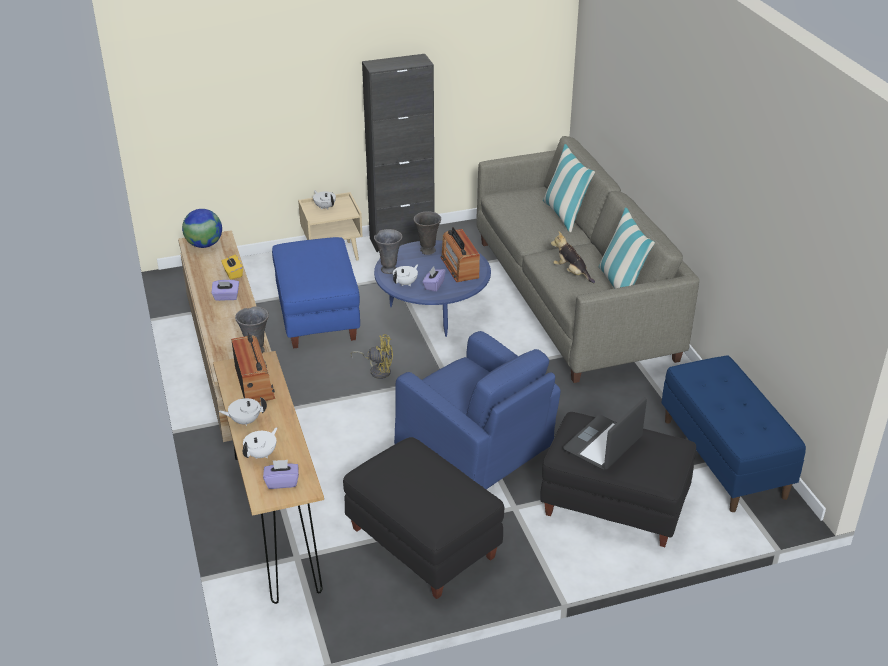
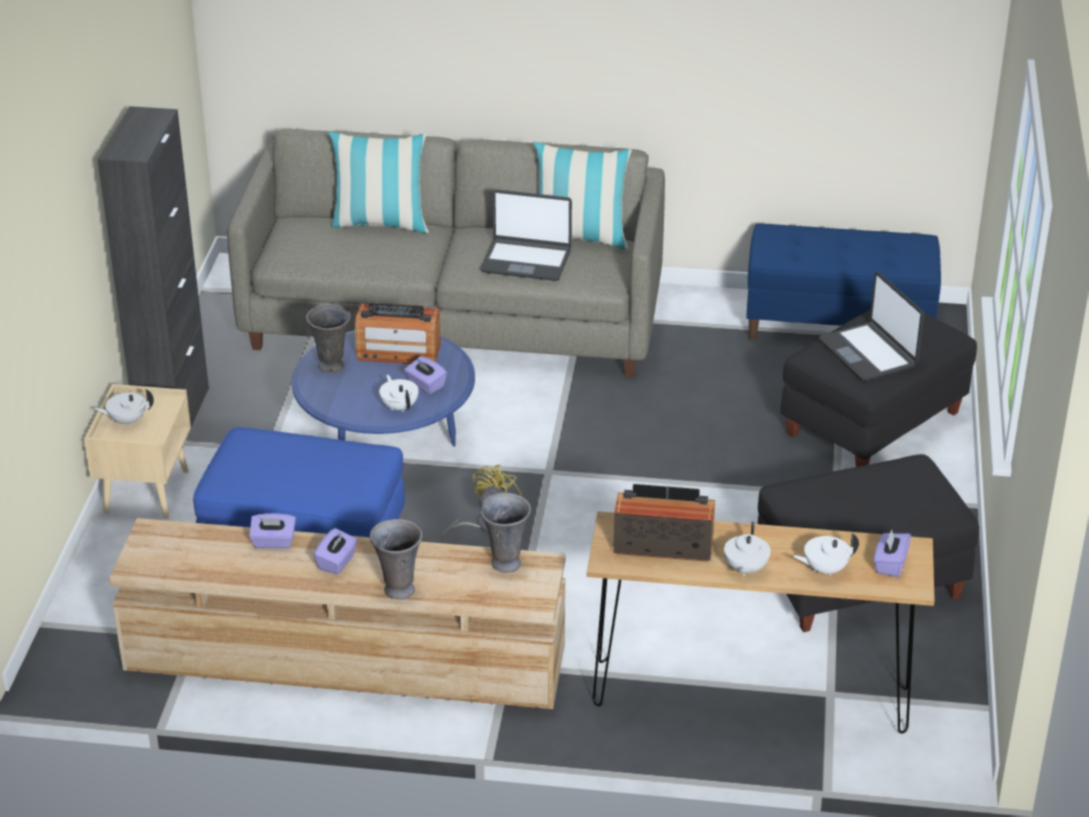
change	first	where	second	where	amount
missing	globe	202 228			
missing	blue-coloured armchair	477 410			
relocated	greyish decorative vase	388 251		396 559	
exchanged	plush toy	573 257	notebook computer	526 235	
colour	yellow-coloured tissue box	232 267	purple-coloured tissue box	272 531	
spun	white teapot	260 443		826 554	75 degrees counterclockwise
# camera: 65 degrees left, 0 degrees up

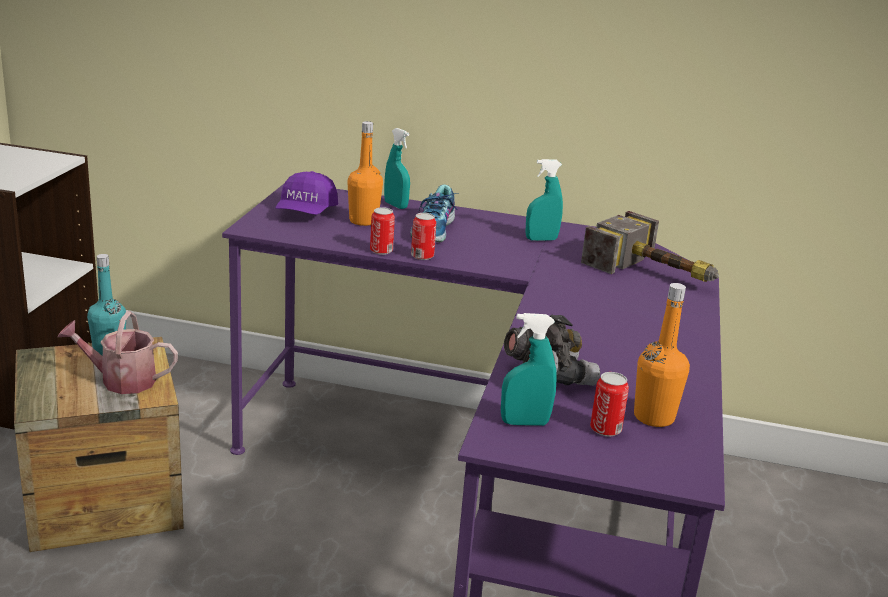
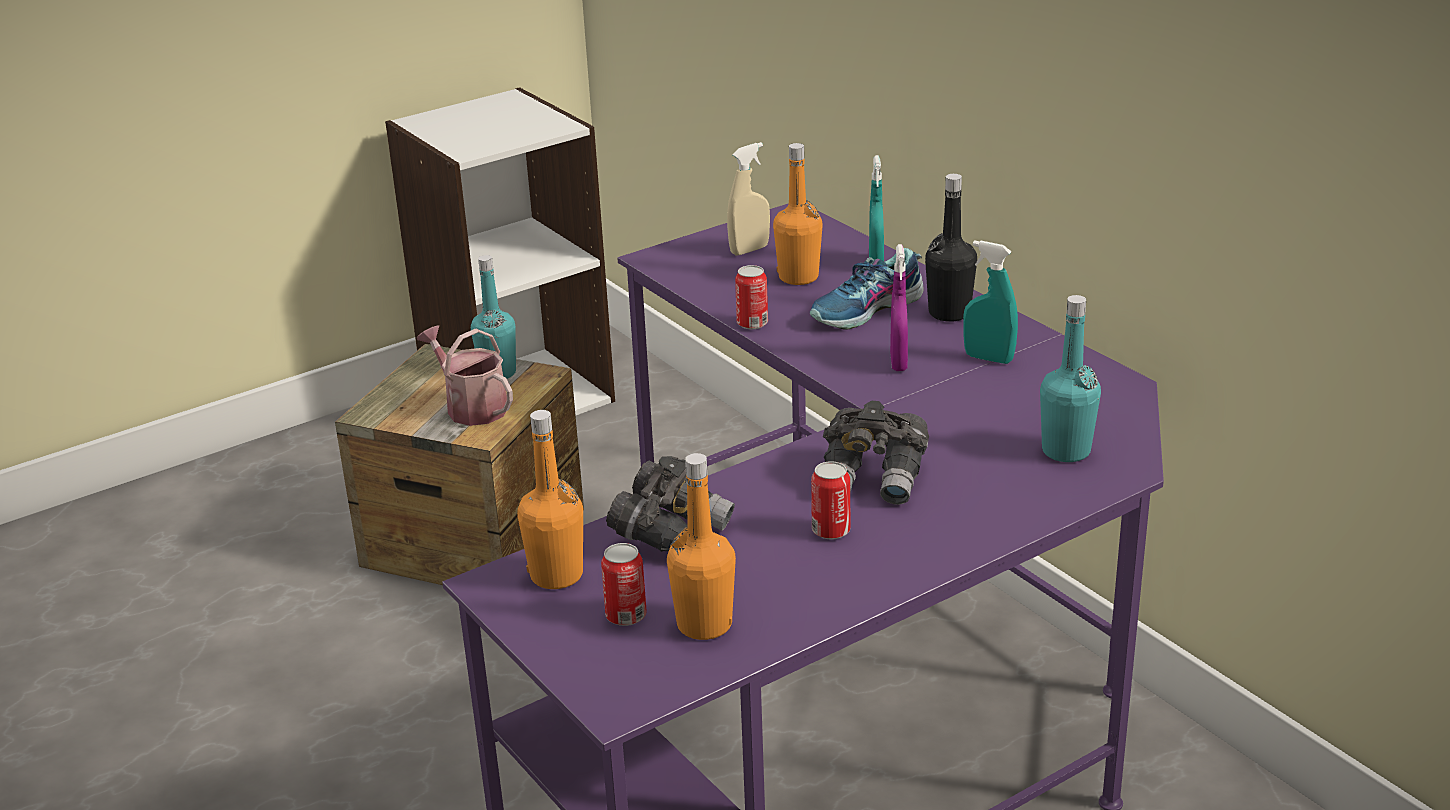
change	first	where	second	where	amount
appeared			greyish field glasses	876 452	
appeared			purple-coloured hand sprayer	899 307	
appeared			black bottle	951 248	
relocated	metal can	423 236		831 500	
exchanged	purple-coloured peaked cap	306 193	sand-coloured hand sprayer	748 198	
exchanged	turquoise-coloured hand sprayer	529 369	orange-coloured bottle	550 499	
exchanged	tool hammer	650 246	turquoise-coloured bottle	1070 378	
# camera: 45 degrees right, 5 degrees up

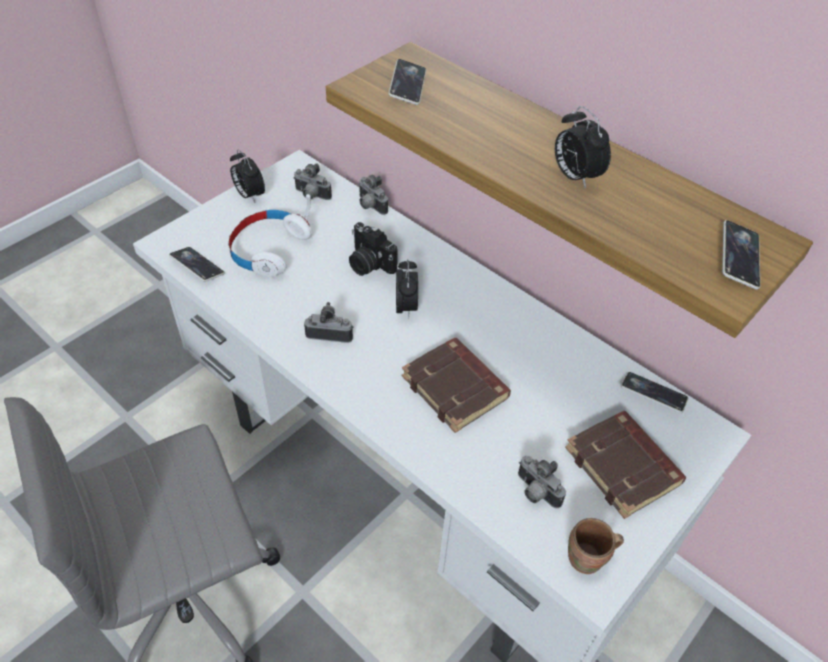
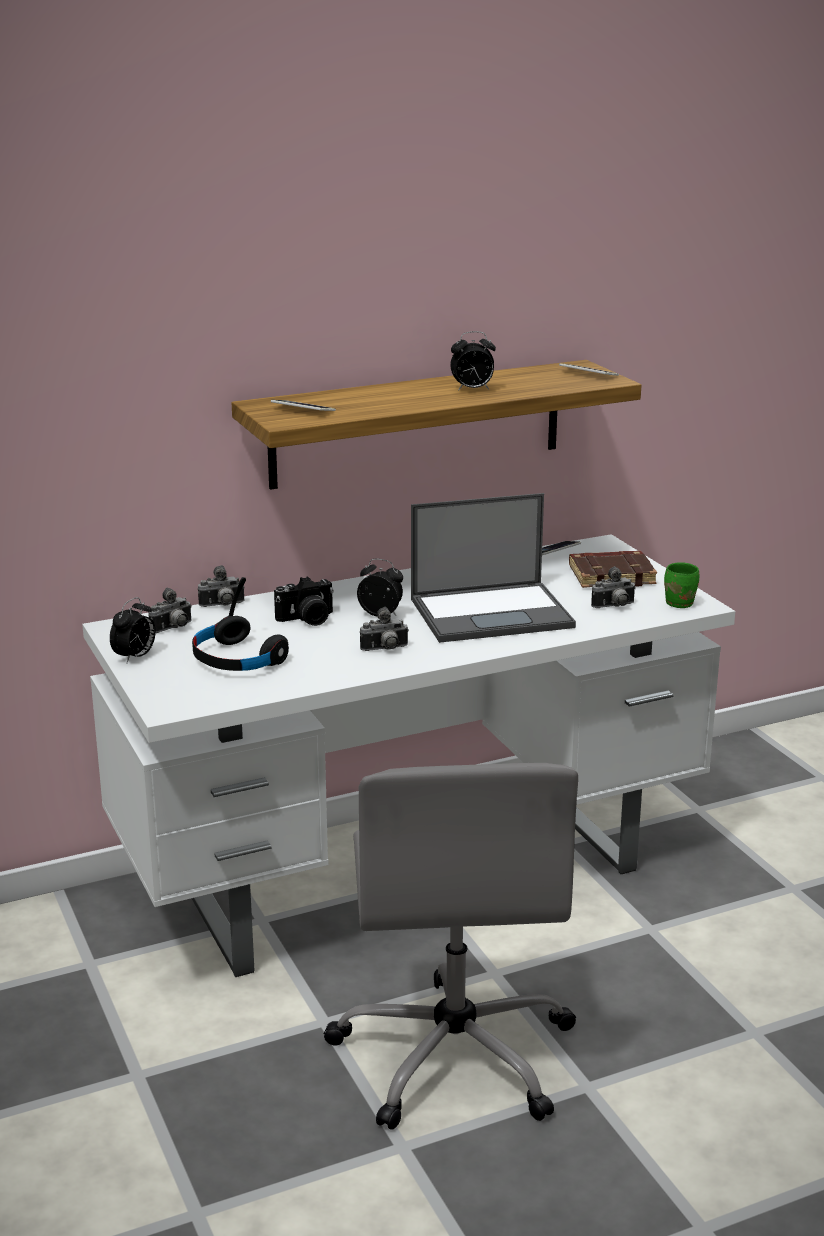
change	first	where	second	where	amount
missing	telephone	197 264			
exchanged	brownish bound book	456 385	notebook computer	493 568	
colour	white pair of headphones	270 235	black pair of headphones	240 624	
colour	brownish tea mug	596 546	green-coloured tea mug	681 585	
spun	alarm clock	247 176		133 630	45 degrees counterclockwise
spun	still camera	328 322		384 629	135 degrees counterclockwise
# camera: 65 degrees left, 25 degrees down

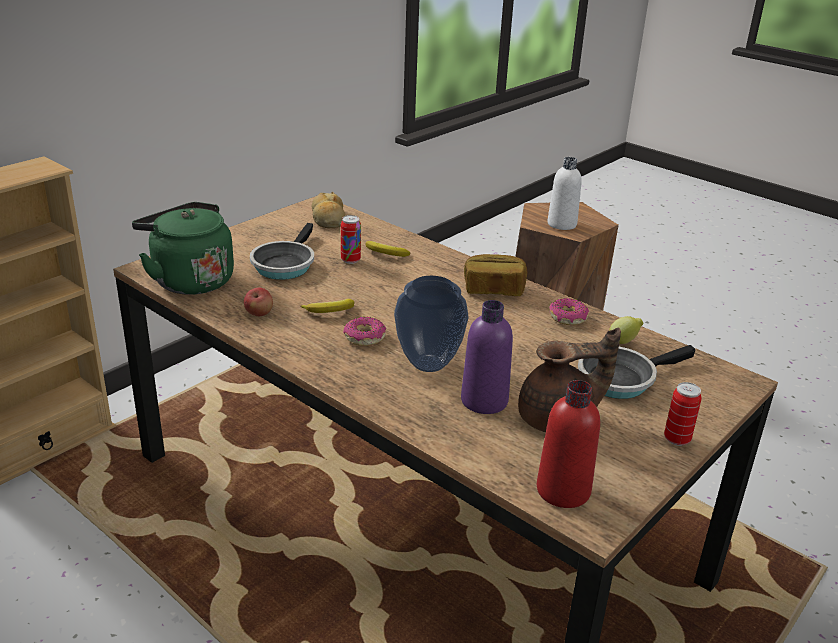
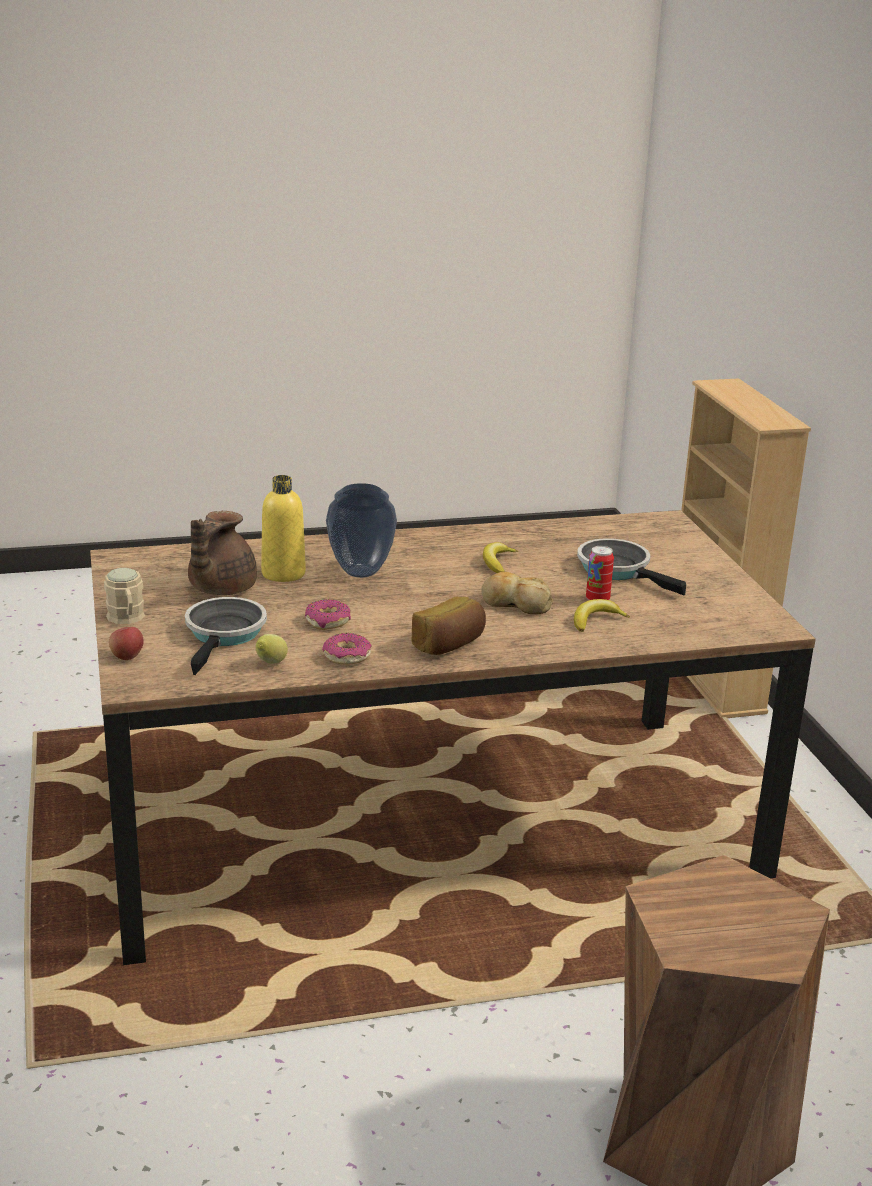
change	first	where	second	where	amount
missing	green-coloured tea kettle	183 248			
missing	reddish bottle	568 444			
missing	white bottle	564 193			
relocated	whole apple	258 302		126 643	
relocated	bread	329 210		517 593	
relocated	doughnut	364 331		328 614	
exchanged	metal can	683 414	sand-coloured tea mug	124 596	
colour	purple-coloured bottle	487 357	yellow-coloured bottle	283 528	
# camera: 125 degrees right, 5 degrees down

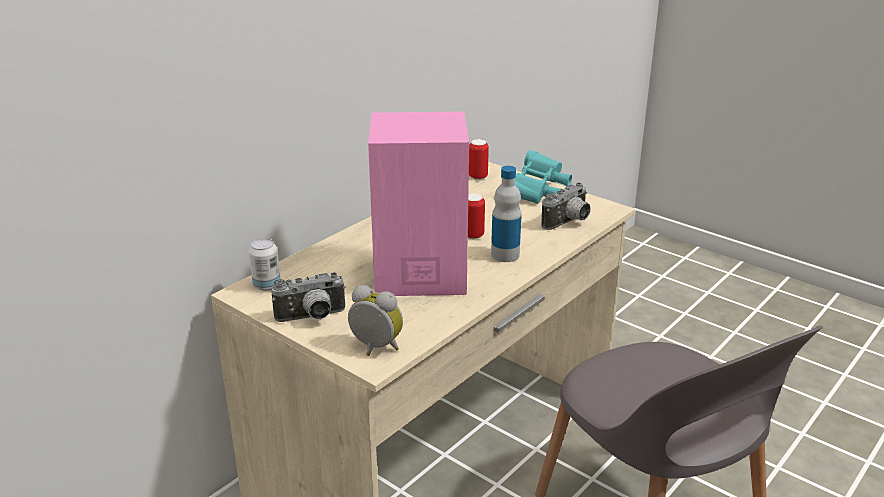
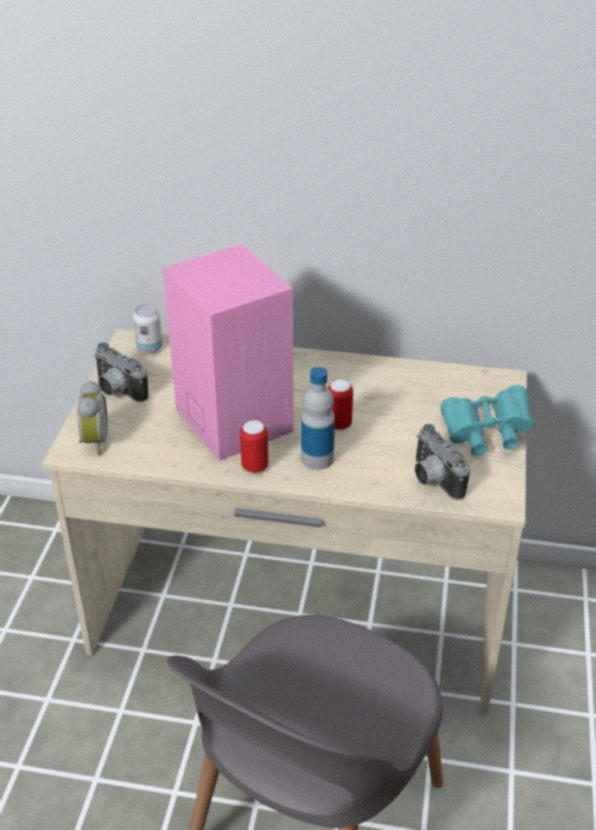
change	first	where	second	where	amount
relocated	metal can	479 159		254 446	
spun	still camera	566 206		442 462	45 degrees clockwise
# camera: 60 degrees right, 10 degrees up

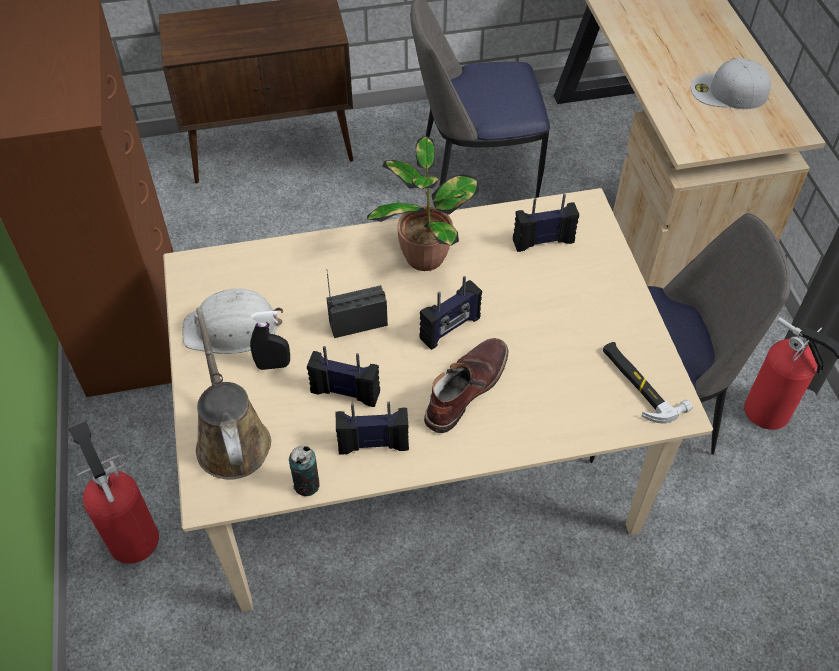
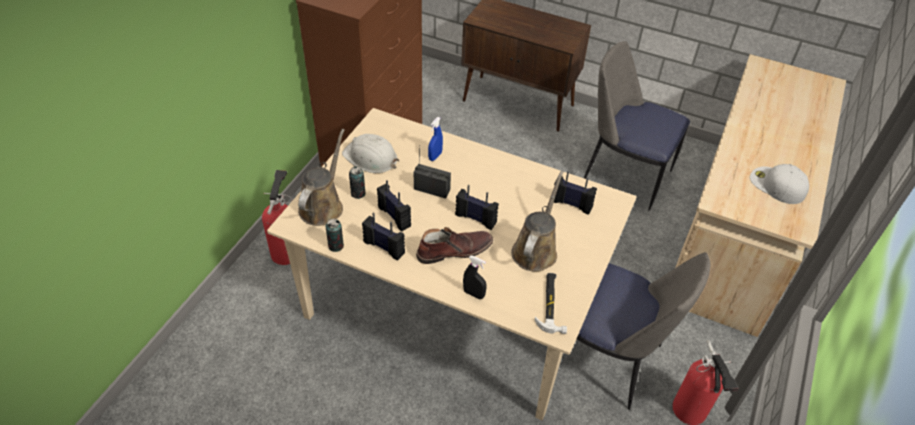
change	first	where	second	where	amount
missing	plant in a pot	423 203			
appeared			metal can	357 182	
appeared			blue-coloured hand sprayer	435 139	
appeared			brownish sprinkling can	537 221	
relocated	black hand sprayer	270 340		475 277	
spun	radio set	451 313		477 207	150 degrees counterclockwise
# camera: 35 degrees right, 5 degrees down

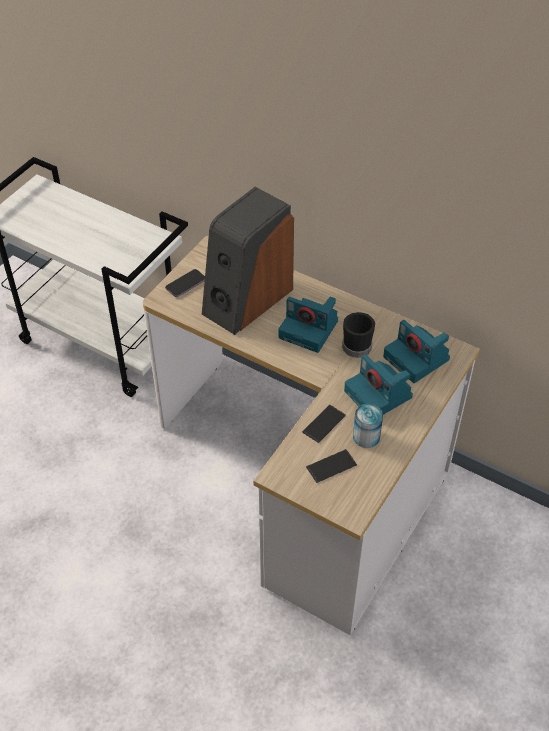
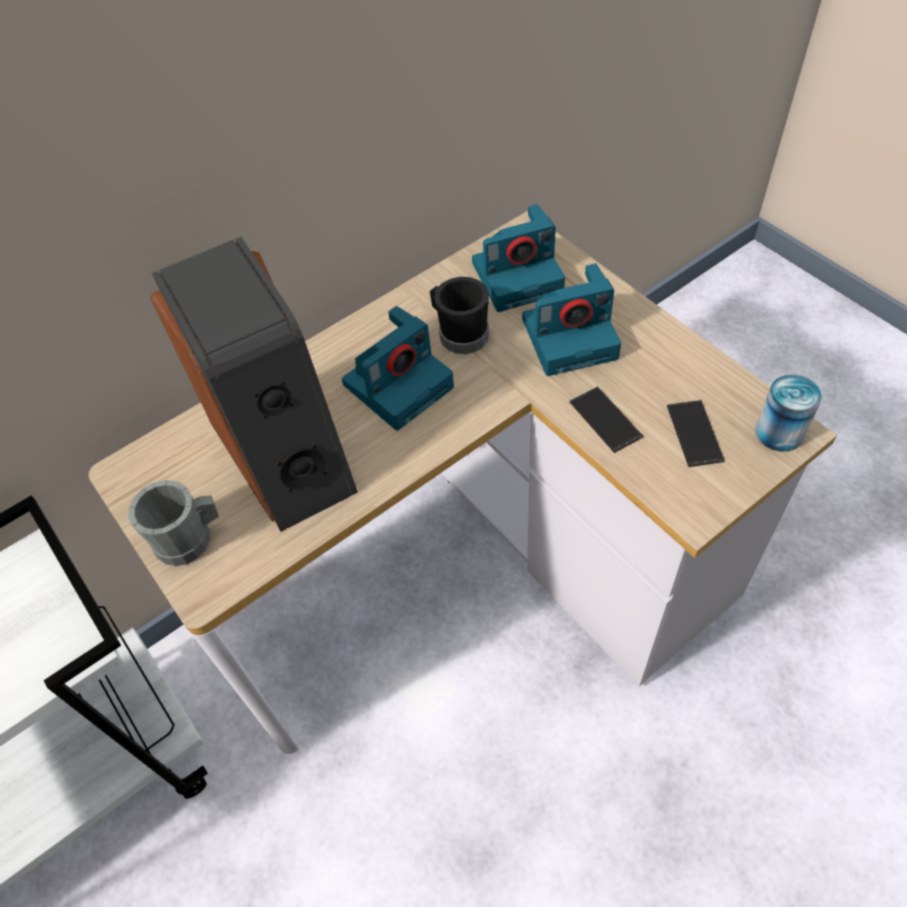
change	first	where	second	where	amount
relocated	metal can	368 426		788 413	
exchanged	telephone	185 283	greyish tea mug	173 523	
# camera: 65 degrees left, 5 degrees up

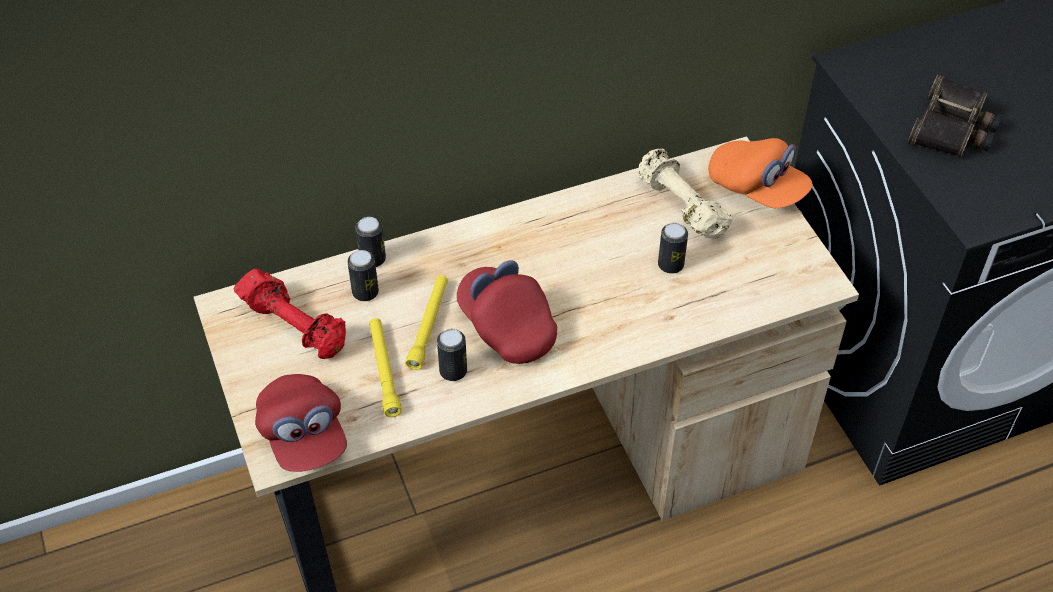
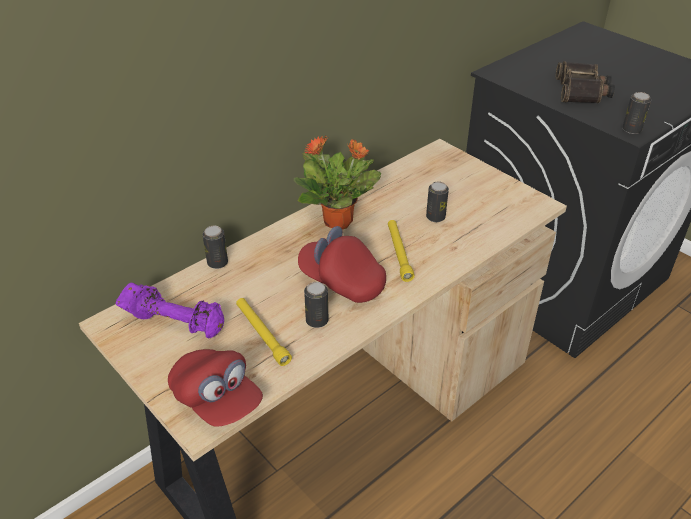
change	first	where	second	where	amount
missing	sand-coloured free weight	685 194			
missing	orange-coloured peaked cap	760 173			
appeared			plant in a pot	337 182	
relocated	metal can	363 275		636 113	
relocated	yellow-coloured flashlight	426 322		401 251	
colour	reddish free weight	290 314	purple-coloured free weight	170 310	
# camera: 20 degrees left, 10 degrees down

